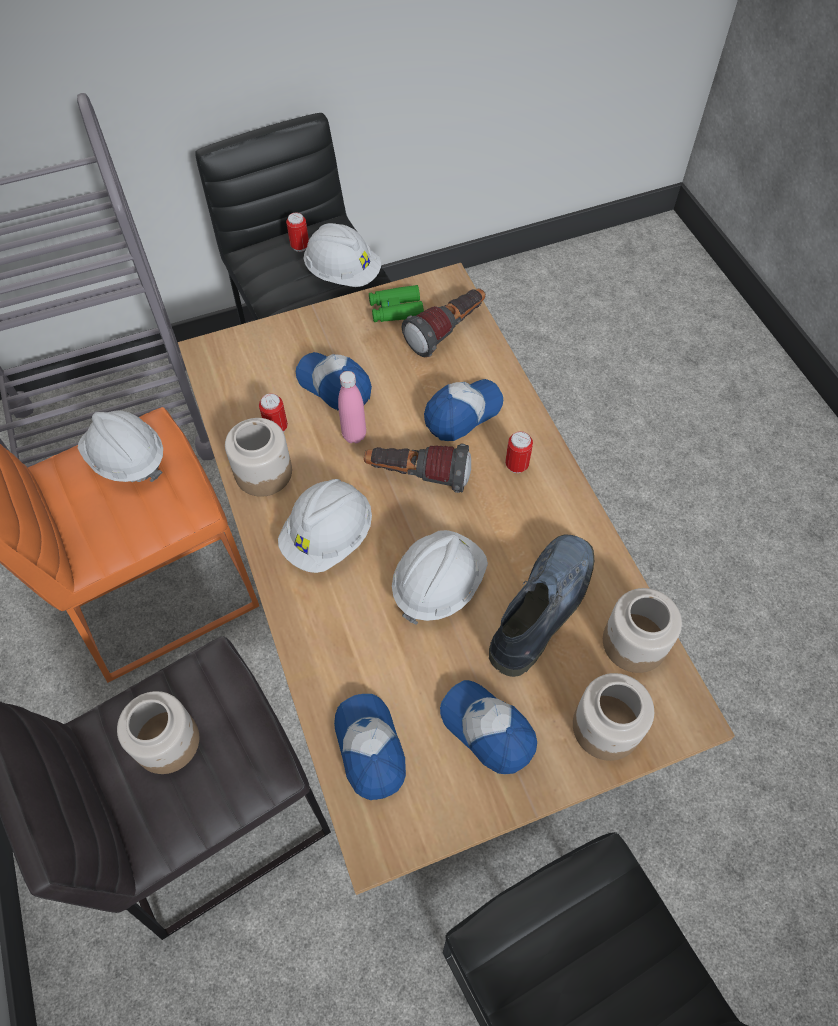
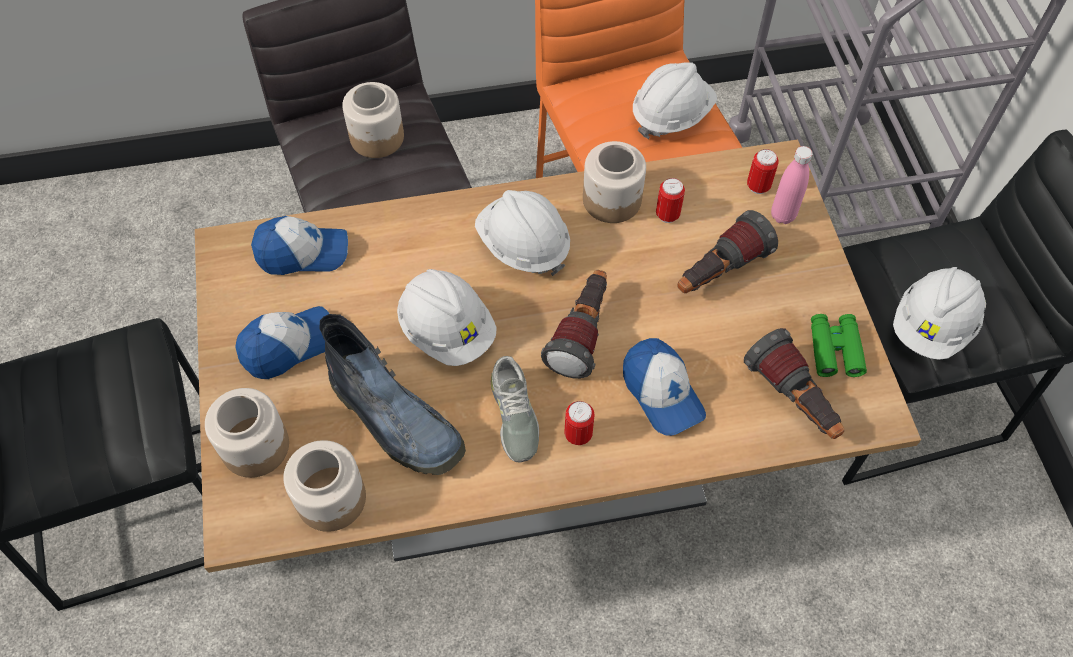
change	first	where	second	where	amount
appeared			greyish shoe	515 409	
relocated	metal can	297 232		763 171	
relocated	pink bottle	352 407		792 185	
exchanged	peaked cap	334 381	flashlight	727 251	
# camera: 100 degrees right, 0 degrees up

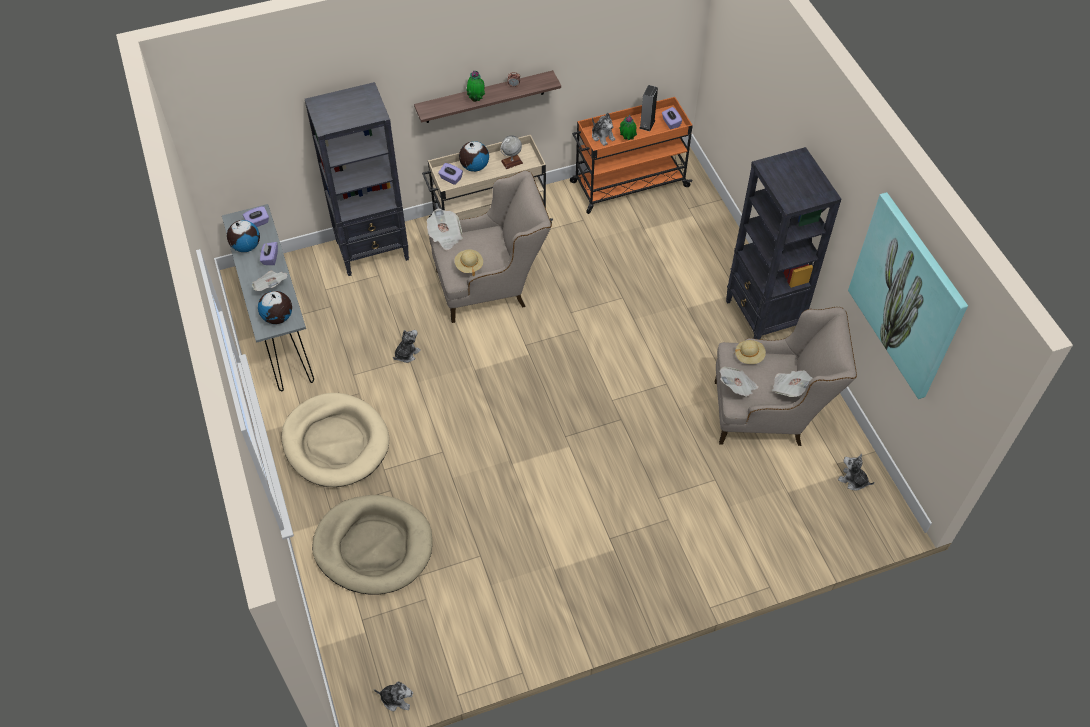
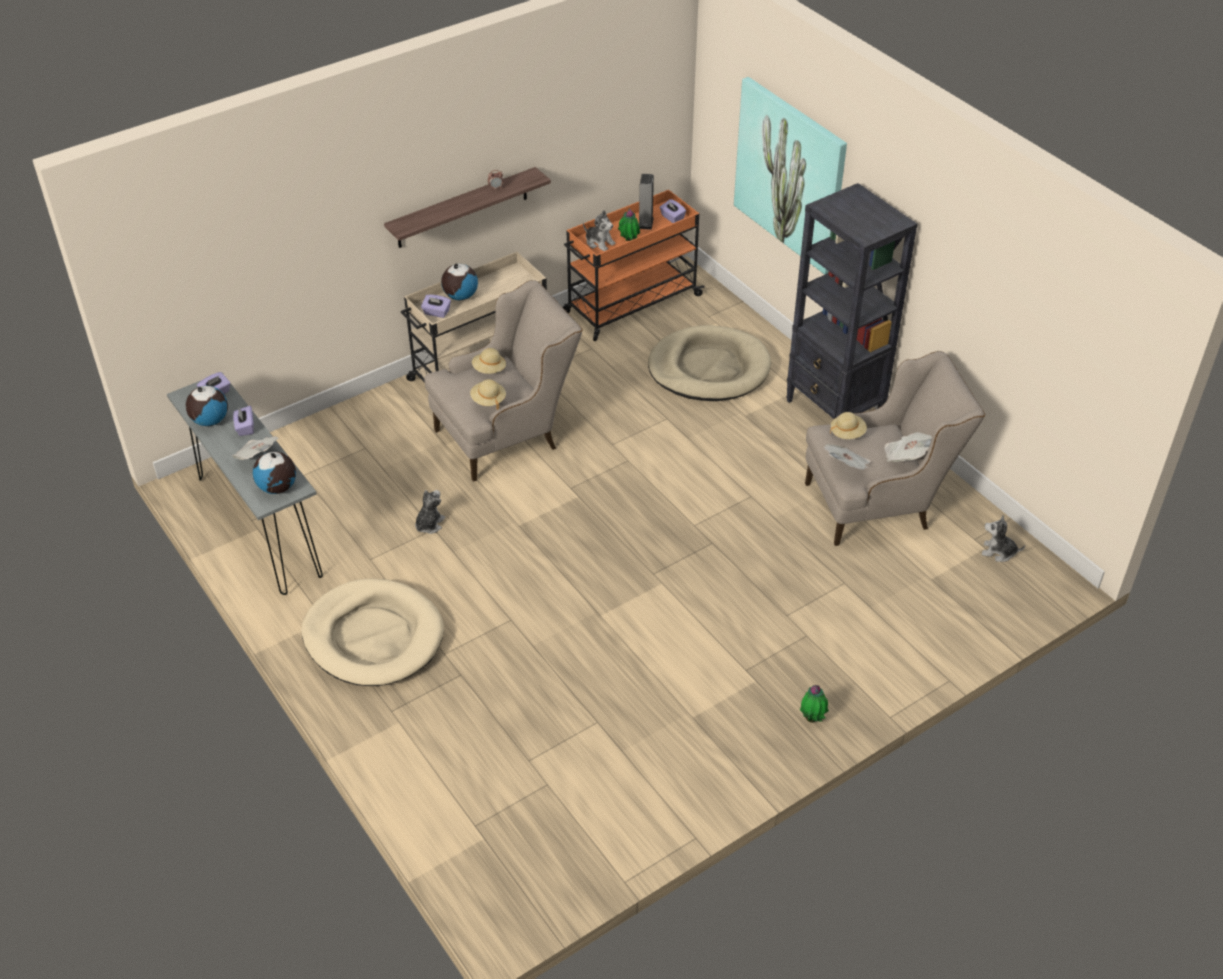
change	first	where	second	where	amount
missing	black bookshelf	357 179			
missing	plush toy	393 696			
missing	daily paper	445 229			
missing	globe	511 152			
appeared			sand-coloured wearable hat	489 361	
relocated	sand-coloured dog bed	372 545		709 363	
relocated	plant in a pot	475 86		814 704	
relocated	wall picture	908 295		790 176	
# camera: 15 degrees left, 10 degrees down

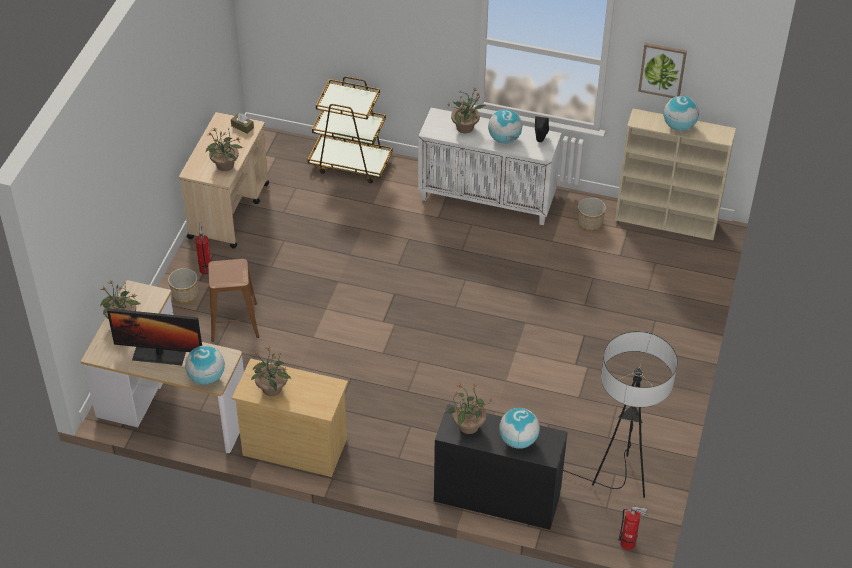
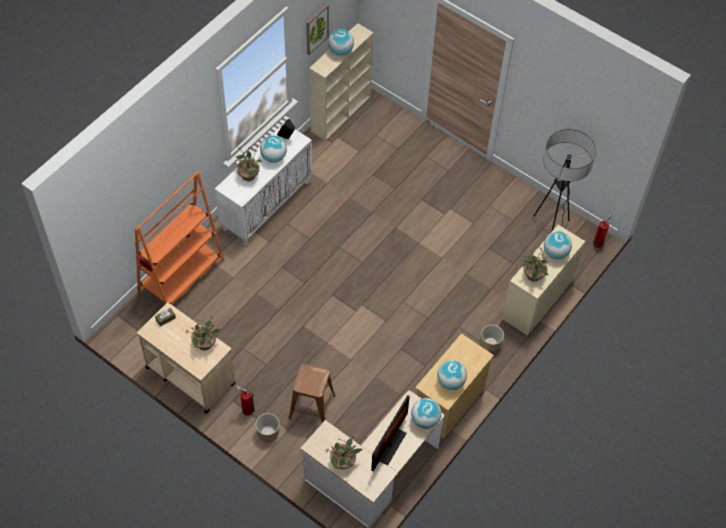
change	first	where	second	where	amount
relocated	planter	592 214		492 338	
exchanged	plant in a pot	271 371	globe	452 375	
exchanged	brownish wheeled cart	350 129	orange-coloured bookshelf	180 238	
colour	black desk table	501 467	sand-coloured desk table	543 280	
# camera: 70 degrees left, 10 degrees up

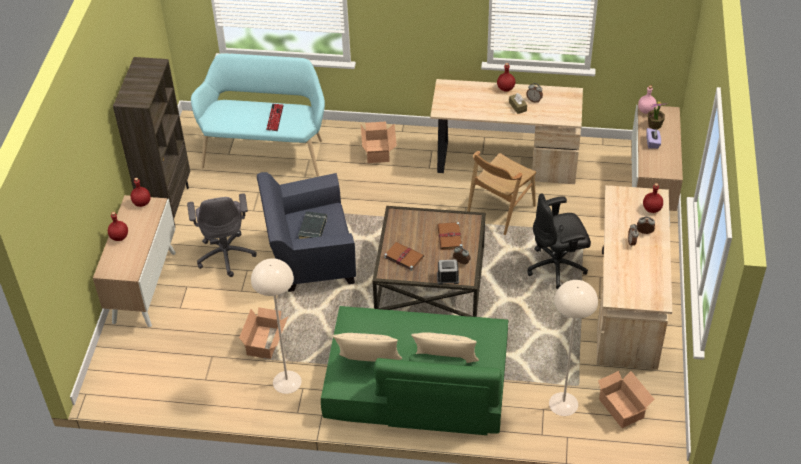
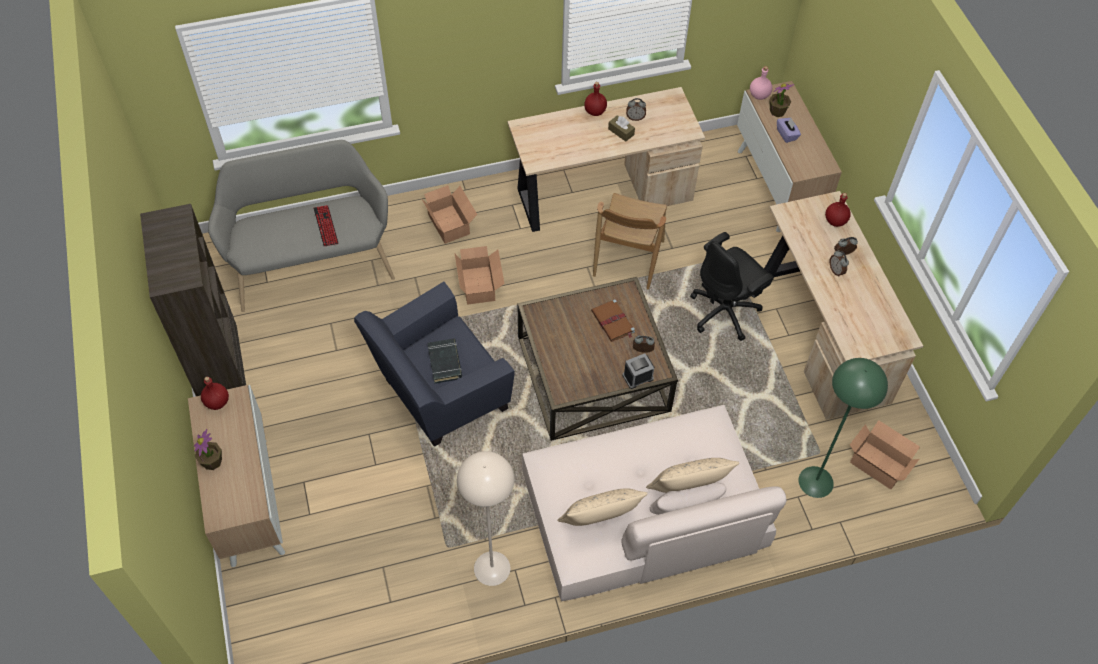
change	first	where	second	where	amount
missing	greyish office chair	222 235			
missing	brownish bound book	404 256			
relocated	carton	263 333		479 275	
exchanged	reddish bottle	118 226	plant in a pot	208 449	
colour	turquoise-coloured long seat	258 115	greyish long seat	301 226	
colour	green-coloured settee	414 370	sand-coloured settee	654 503	
colour	sand-coloured standing lamp	573 348	green-coloured standing lamp	843 428	
# camera: 25 degrees left, 10 degrees up

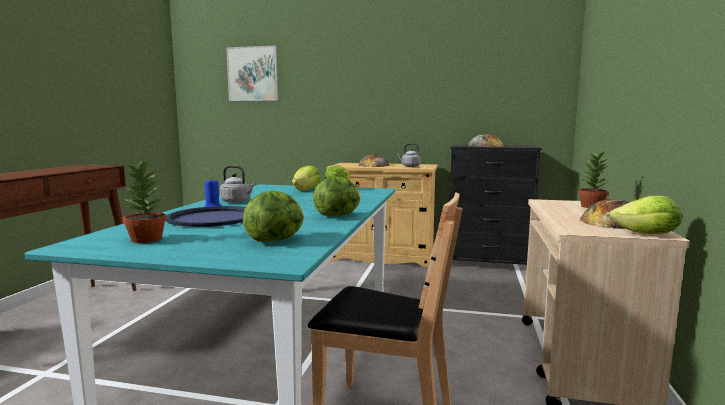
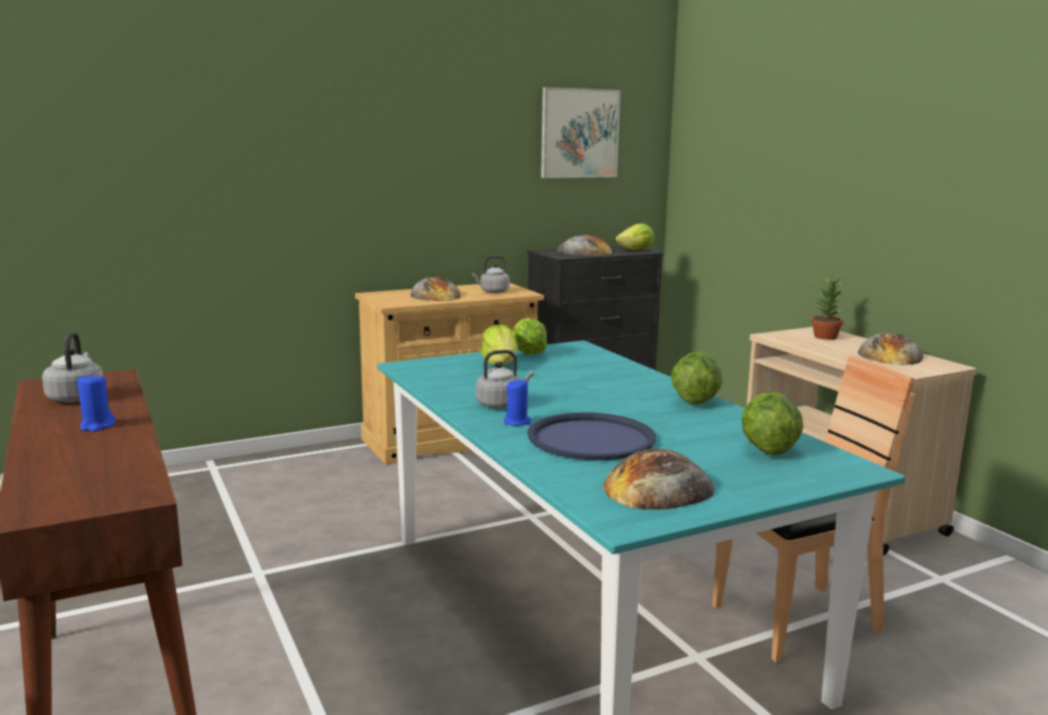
change	first	where	second	where	amount
appeared			greyish tea kettle	72 367	
appeared			blue-coloured wax light	96 402	
relocated	wall picture	252 73		581 132	
relocated	lettuce head	646 214		635 236	
exchanged	plant in a pot	145 201	bread	658 479	
# camera: 40 degrees left, 5 degrees up

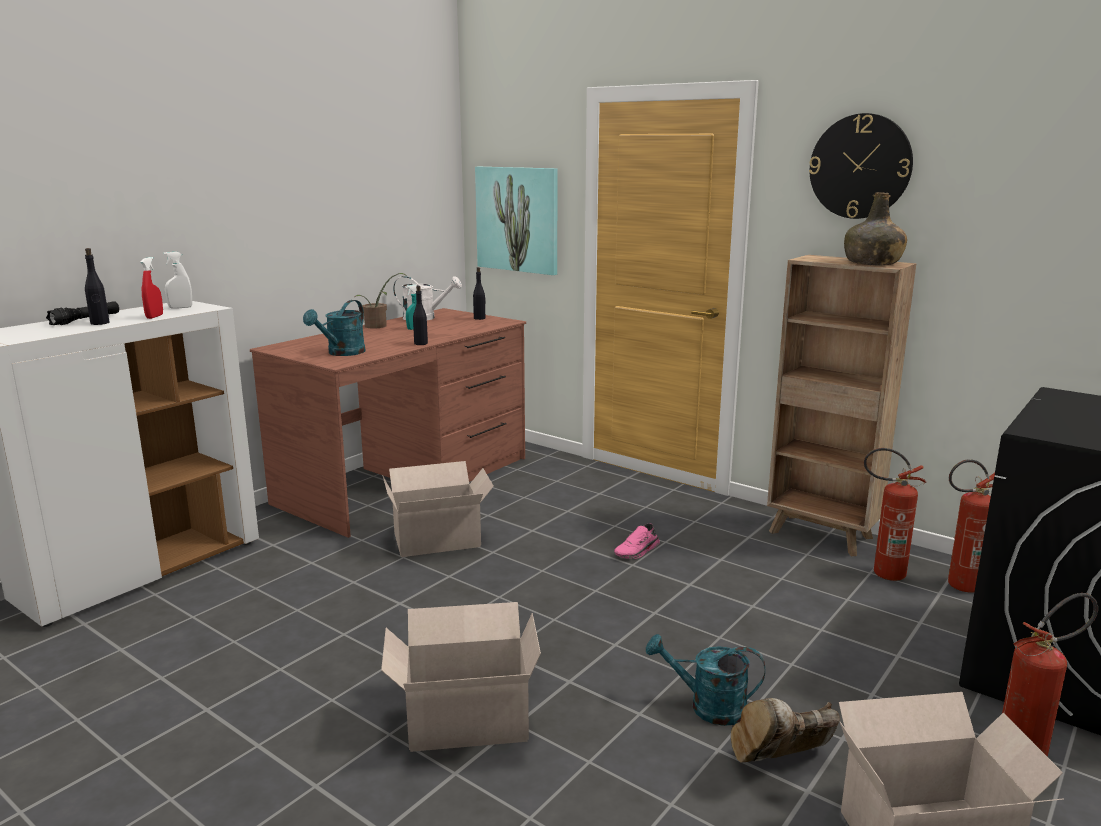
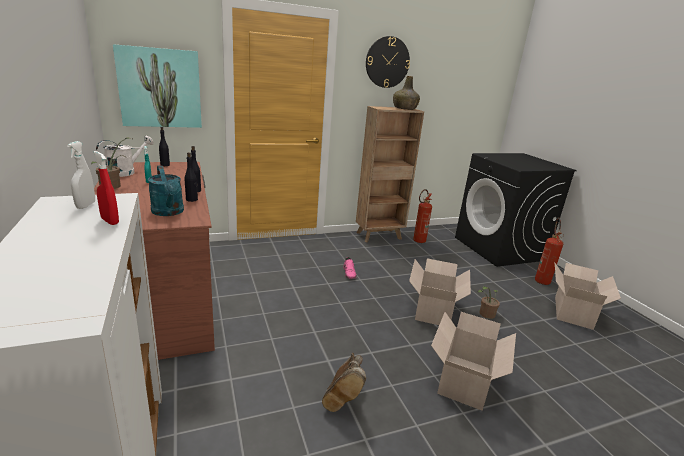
change	first	where	second	where	amount
missing	black flashlight	82 313			
missing	fire-fighting cylinder	971 526			
relocated	black bottle	97 286		191 177	
relocated	carton	438 509		440 291	
relocated	brownish tall boot	785 730		344 382	
exchanged	turquoise-coloured sprinkling can	705 680	plant in a pot	488 302	
# camera: 60 degrees left, 5 degrees up

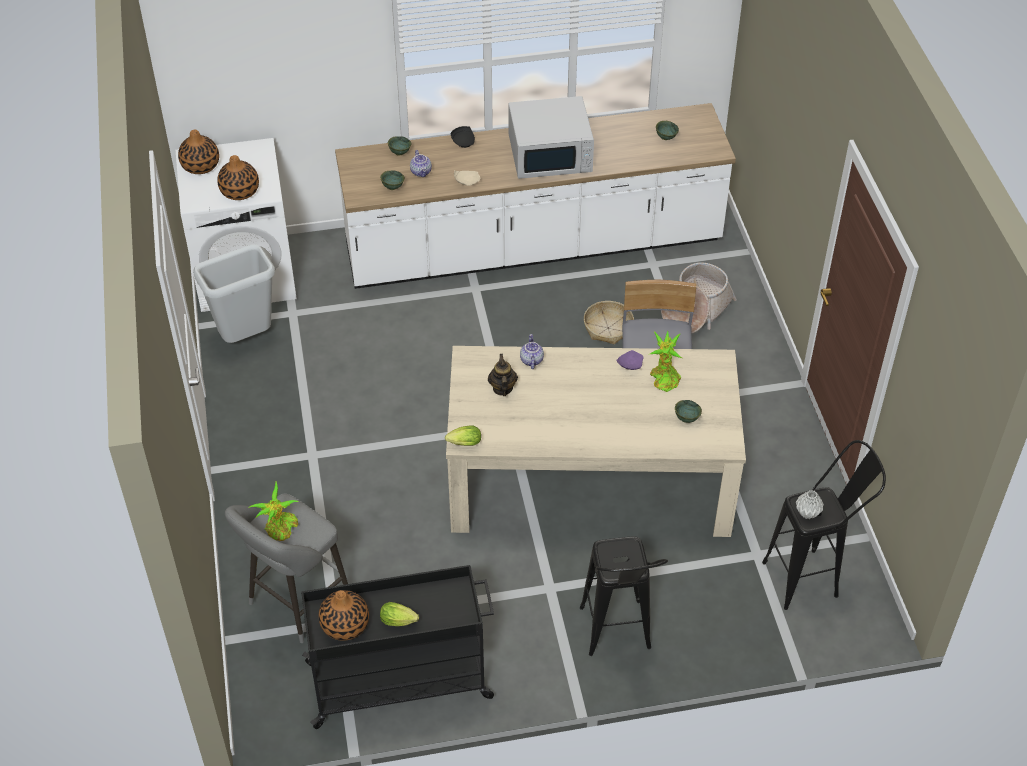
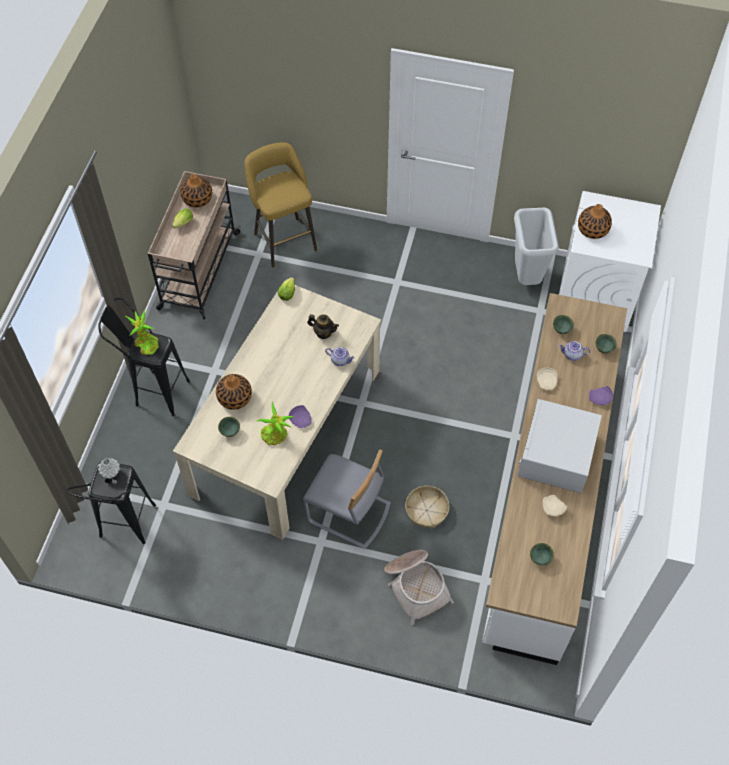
change	first	where	second	where	amount
appeared			sand-coloured plate	555 505	
relocated	decorative vase	198 152		234 392	
relocated	plant in a pot	273 511		142 332	
colour	greyish stool	286 568	yellow-coloured stool	280 204	
colour	black wheeled cart	397 647	sand-coloured wheeled cart	194 245	
colour	black plate	463 137	purple-coloured plate	601 395	
# camera: 115 degrees right, 10 degrees up

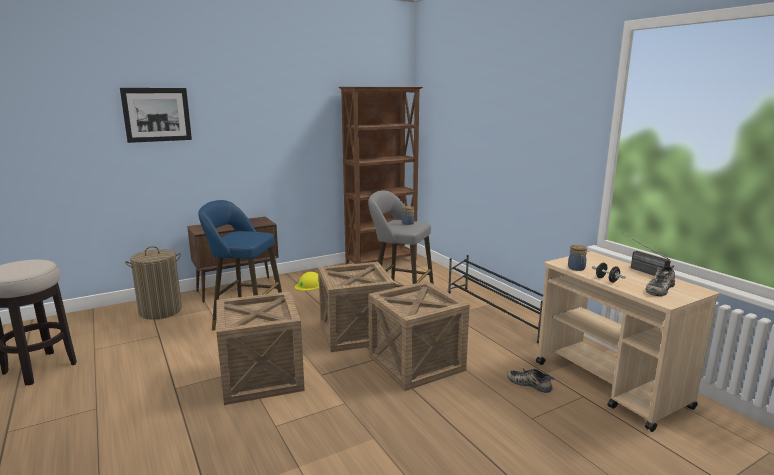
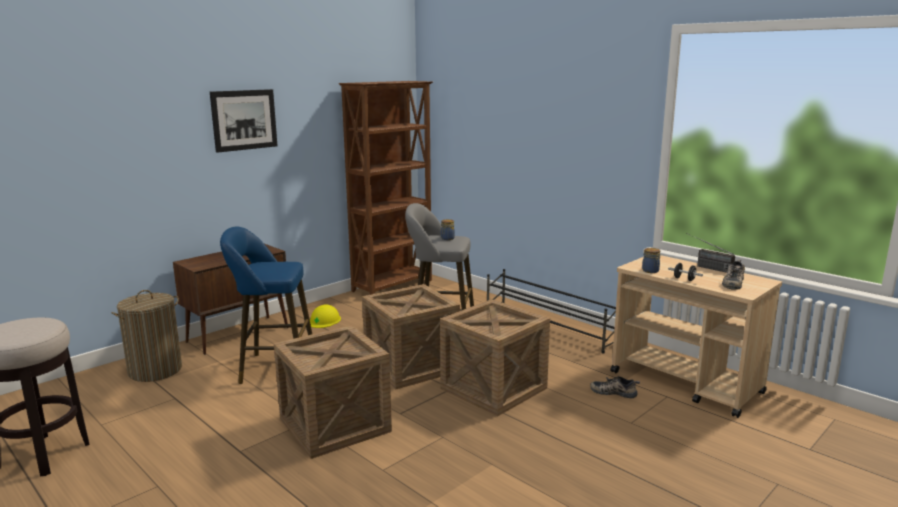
change	first	where	second	where	amount
relocated	wall picture	156 115		244 121	
# camera: 15 degrees left, 0 degrees up

